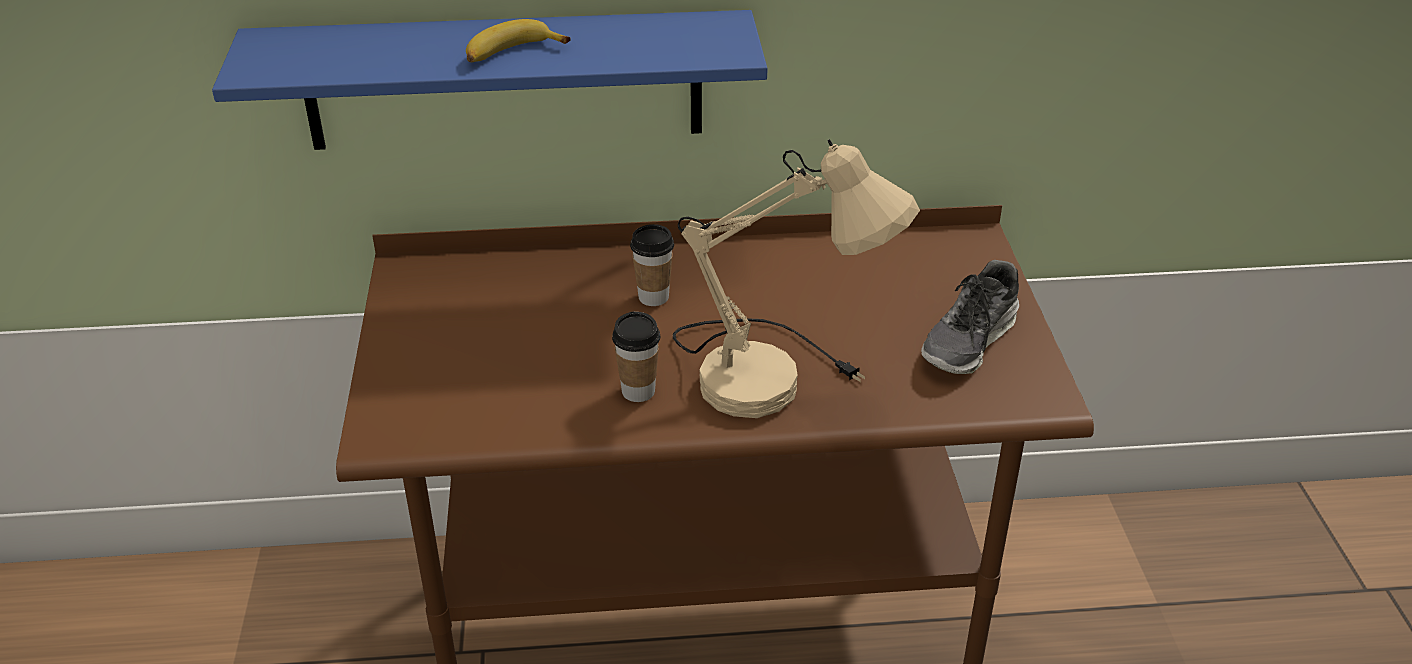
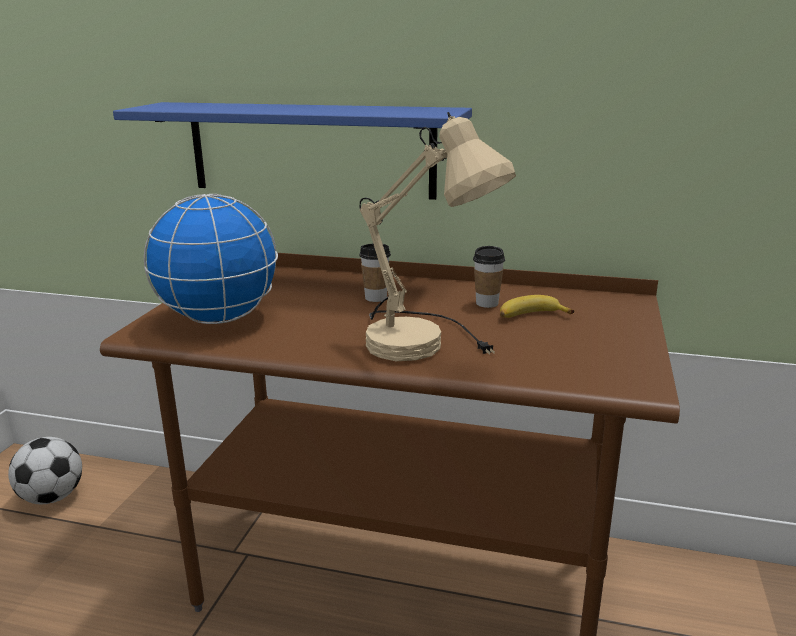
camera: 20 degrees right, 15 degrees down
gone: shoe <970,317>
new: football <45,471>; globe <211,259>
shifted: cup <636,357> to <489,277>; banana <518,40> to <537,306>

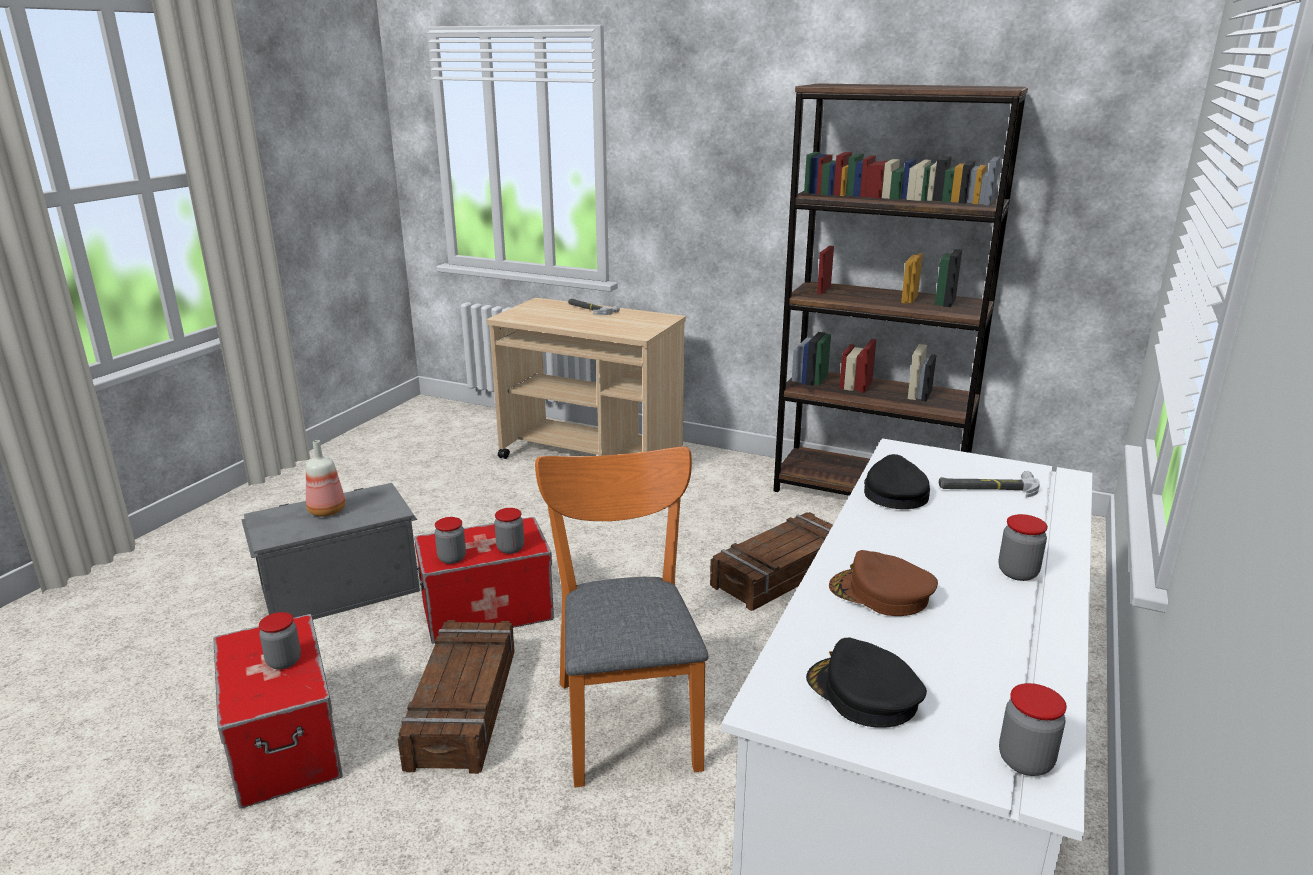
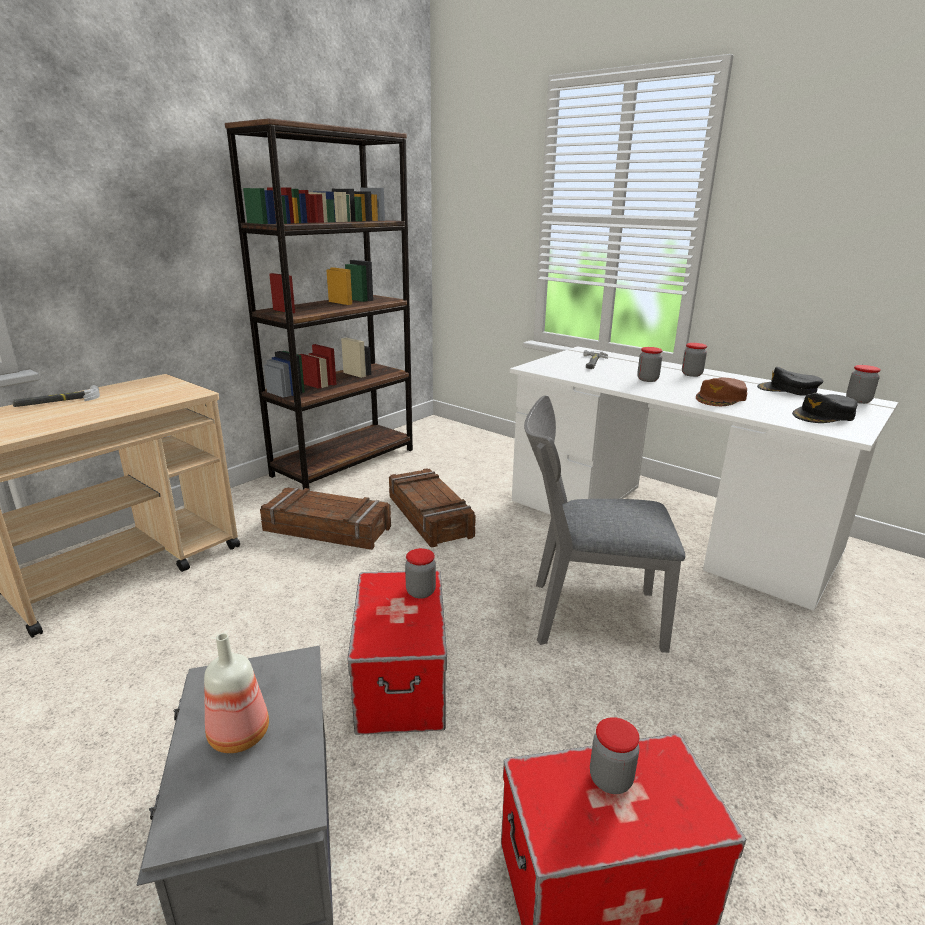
camera: 75 degrees left, 0 degrees up
shifted: crate <456,697> to <325,519>; jar <450,540> to <650,364>; cap/black <897,481> to <790,381>
repainted: chair/orange <621,617> to chair/grey <604,524>

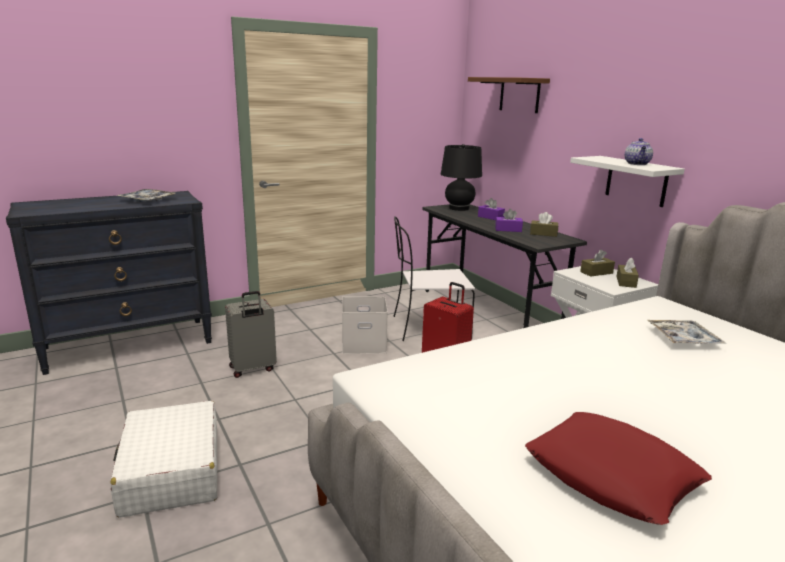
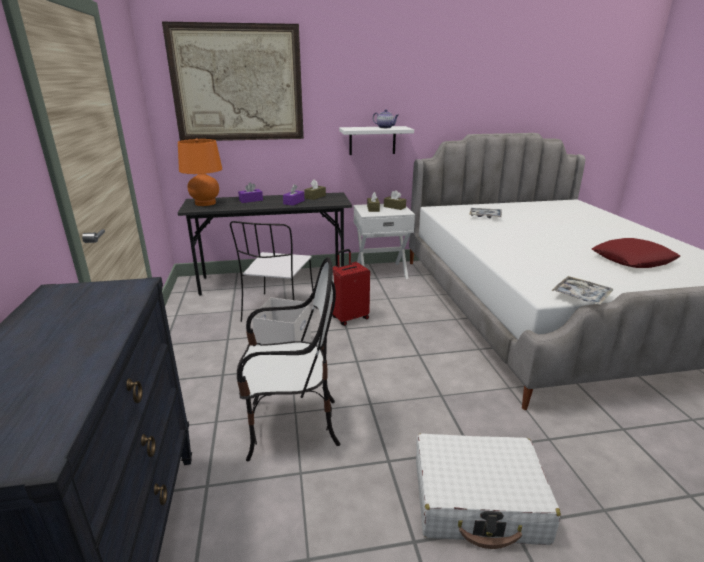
camera: 70 degrees left, 5 degrees up
shifted: tray <146,195> to <582,290>
swapped: shelf/brown <509,95> to picture <233,81>; suitcase/grey <251,334> to chair <289,359>
repainted: table lamp/black <461,177> to table lamp/orange <200,172>

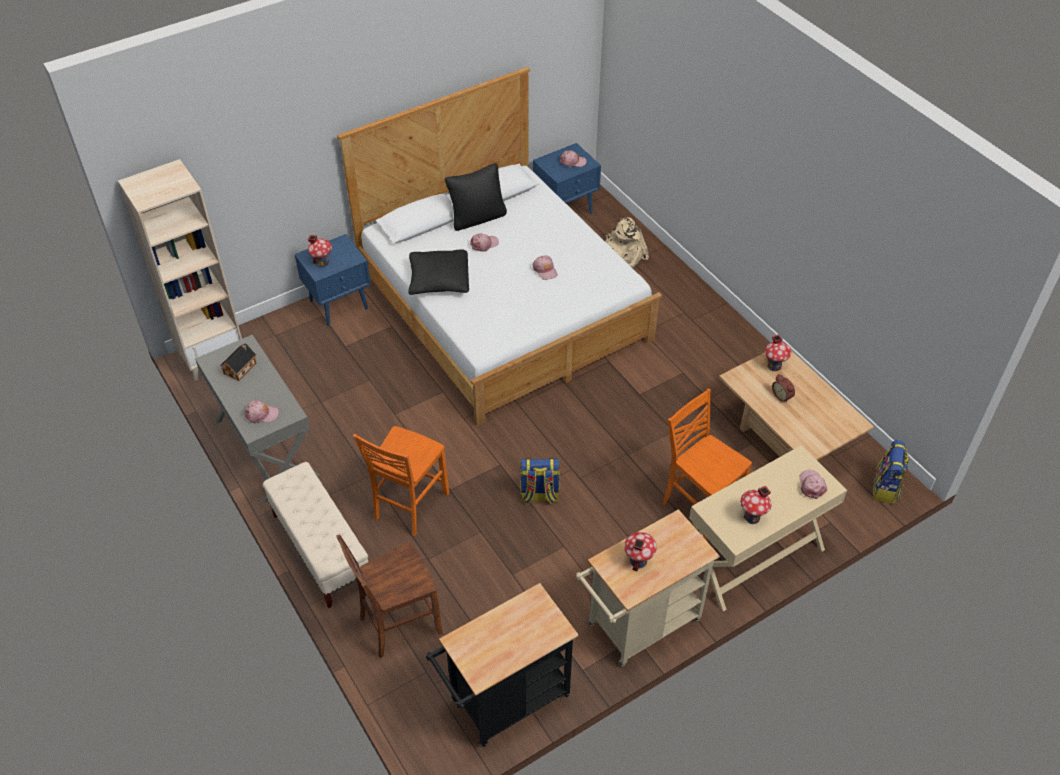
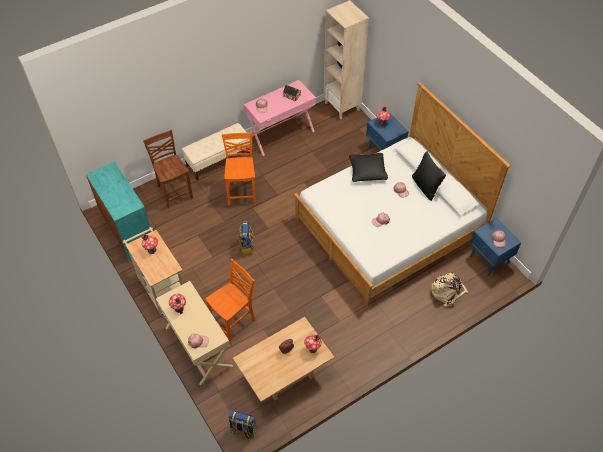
camera: 90 degrees right, 5 degrees up
swapped: cart/black <502,665> to dresser/turquoise <118,211>
repainted: desk/grey <257,418> to desk/pink <280,118>
rotated: chair/orange <401,481> = <239,168> 60 degrees clockwise

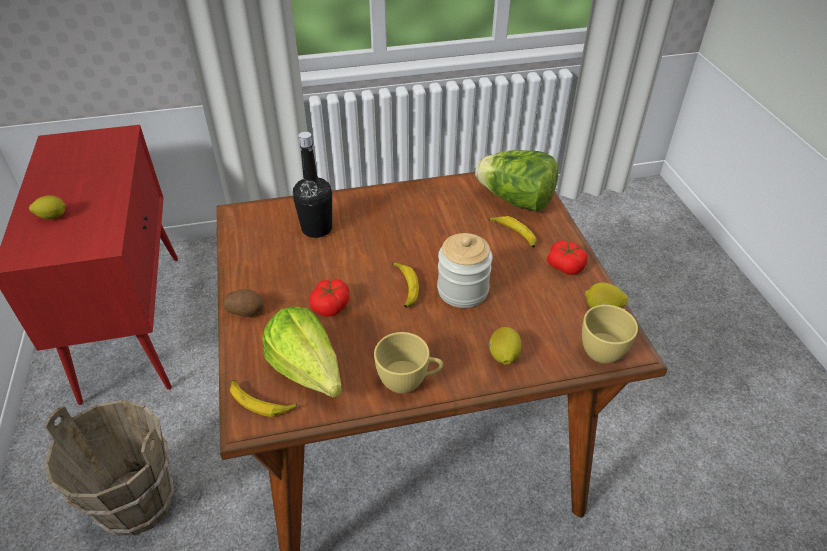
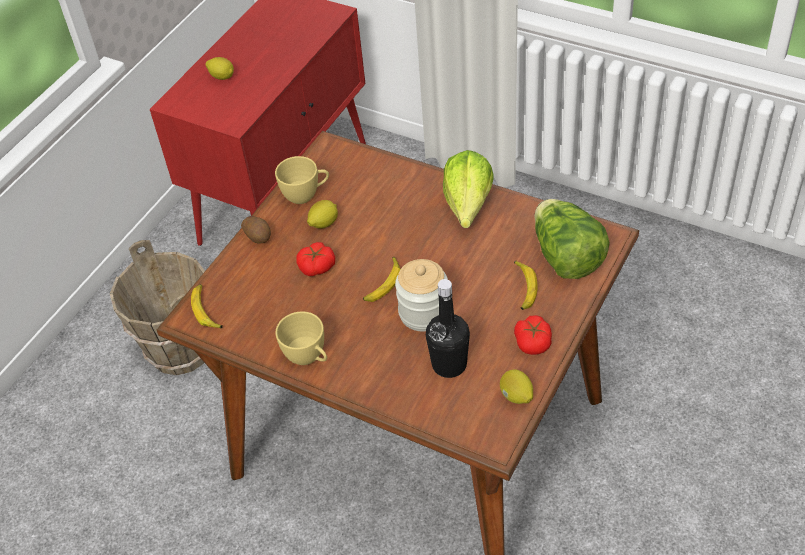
camera: 45 degrees right, 5 degrees up
shifted: cup/yellow <610,334> to <302,180>; lemon <505,346> to <322,214>; bottle/black <312,185> to <448,328>; lettuce <302,352> to <468,189>

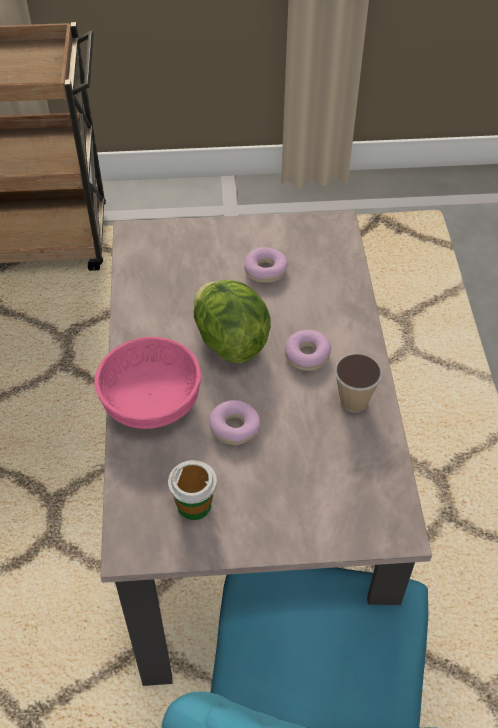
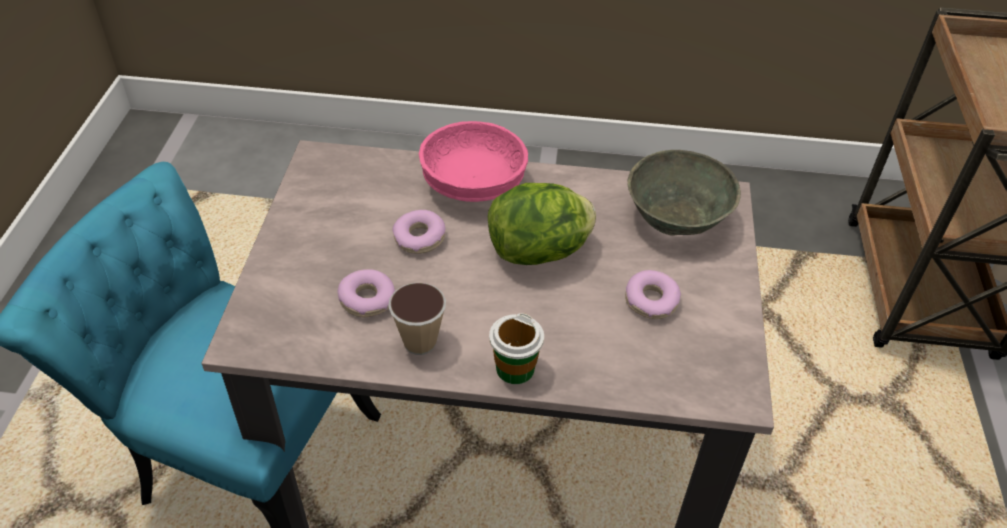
camera: 100 degrees right, 5 degrees down
new: bowl/grey <684,193>
shifted: donut <308,350> to <366,293>; cup <192,490> to <516,348>

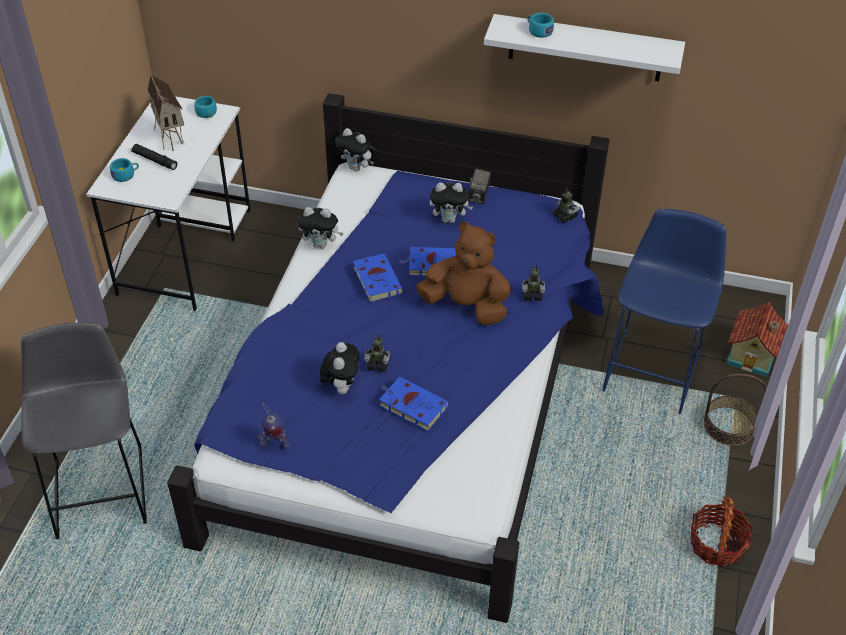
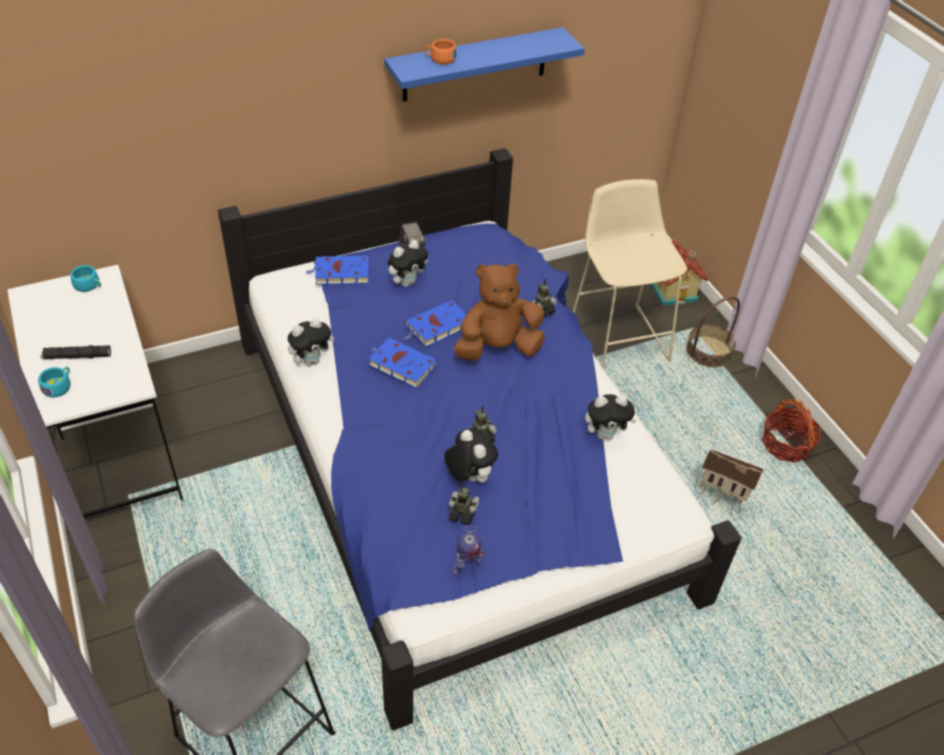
camera: 40 degrees left, 0 degrees up
shifted: book/blue <414,404> to <337,270>; toy robot <566,205> to <464,505>; plush toy <355,149> to <611,417>; toy house <166,112> to <730,482>
repainted: shelf/white <584,47> to shelf/blue <484,64>; cup/turquoise <541,25> to cup/orange <440,51>; stool/blue <664,311> to stool/beige <630,274>

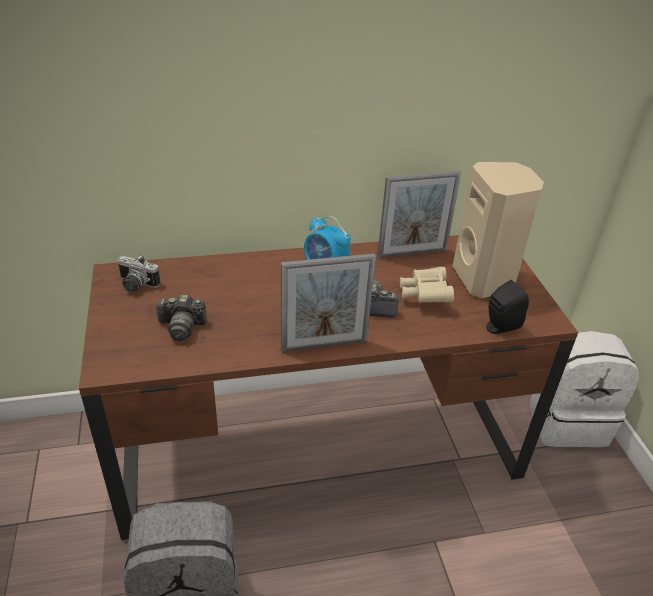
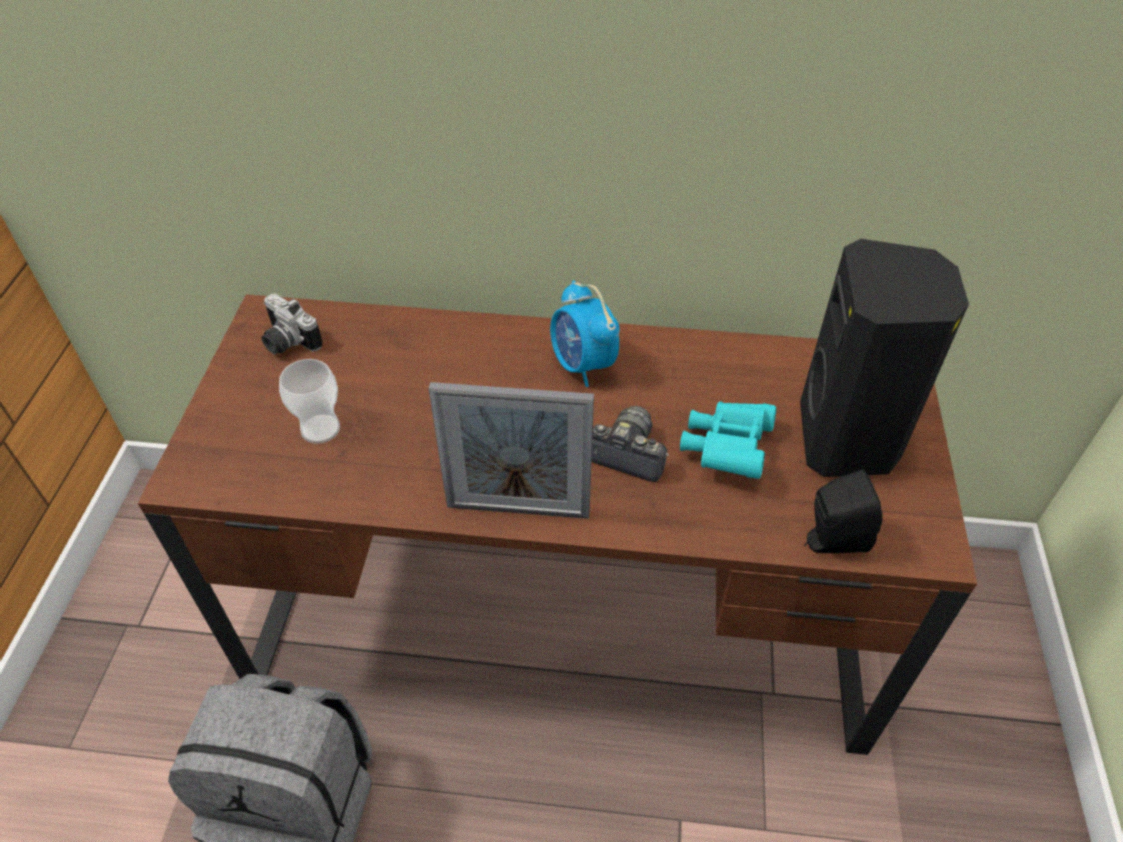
camera: 20 degrees right, 10 degrees up
gone: picture frame <419,214>; backpack/white <584,389>
swapped: photo camera <181,318> to cup <309,401>
repainted: binoculars/beige <427,285> to binoculars/turquoise <728,440>; speaker/beige <498,230> to speaker/black <884,358>

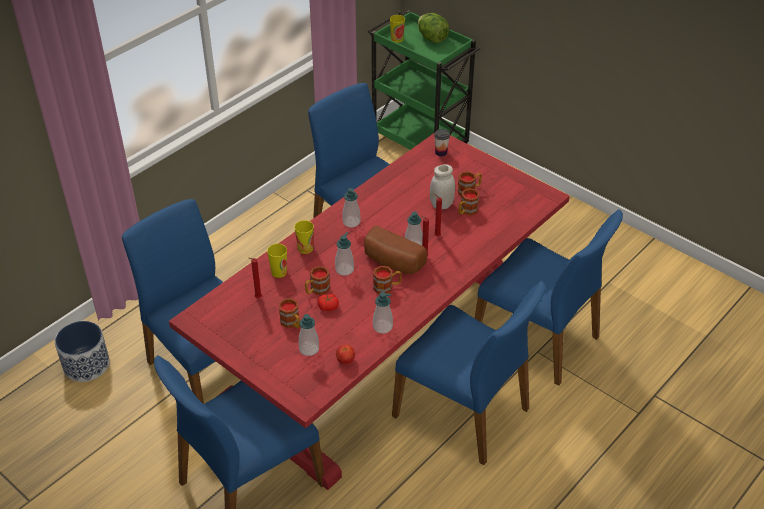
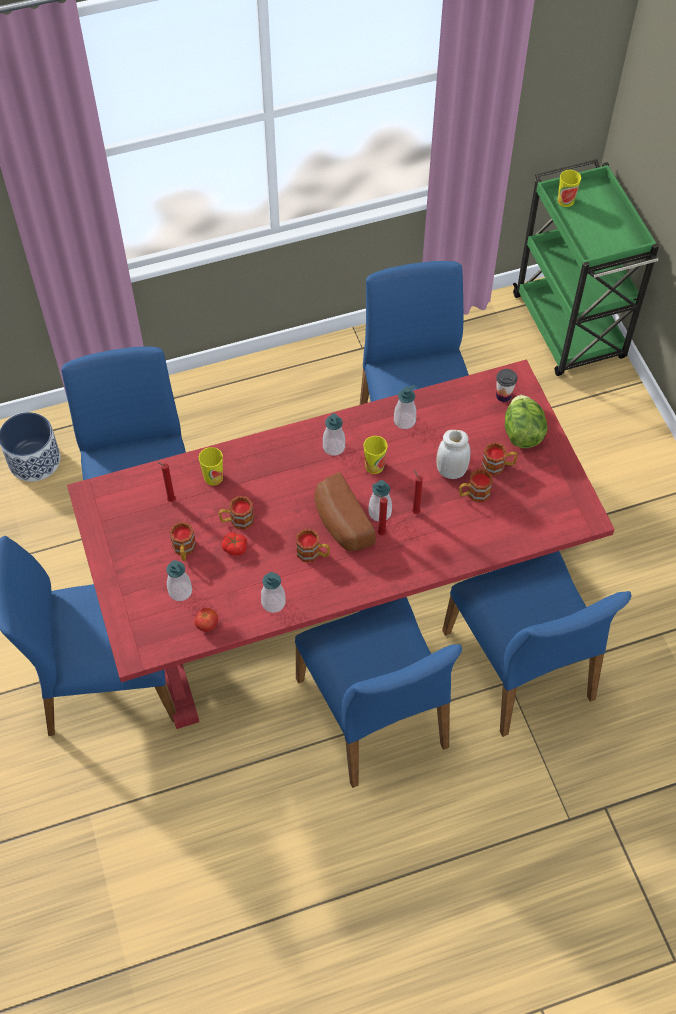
camera: 30 degrees right, 15 degrees up
shifted: cup <304,237> to <375,455>; soap dispenser <344,254> to <405,407>; lettuce <433,28> to <526,421>

